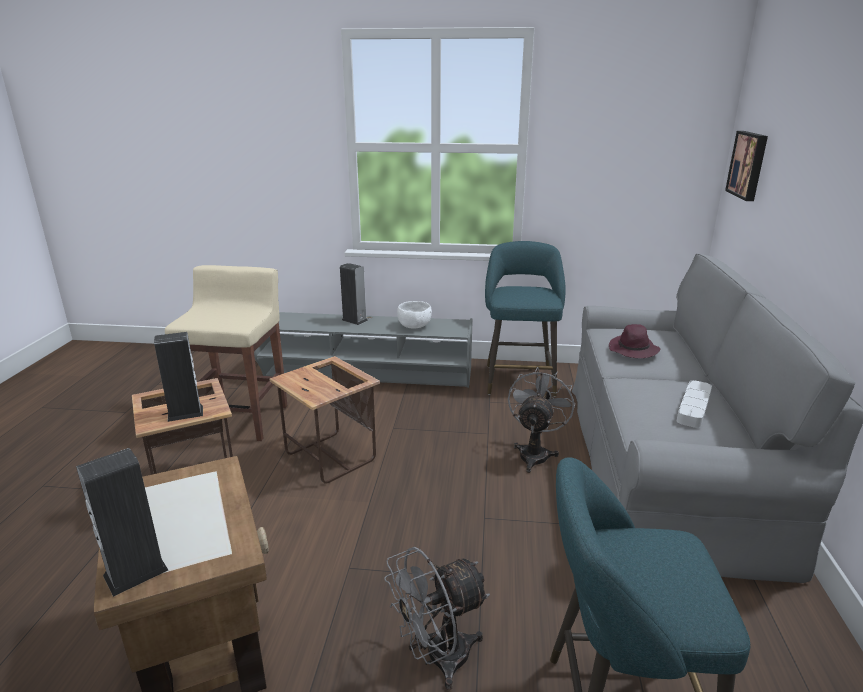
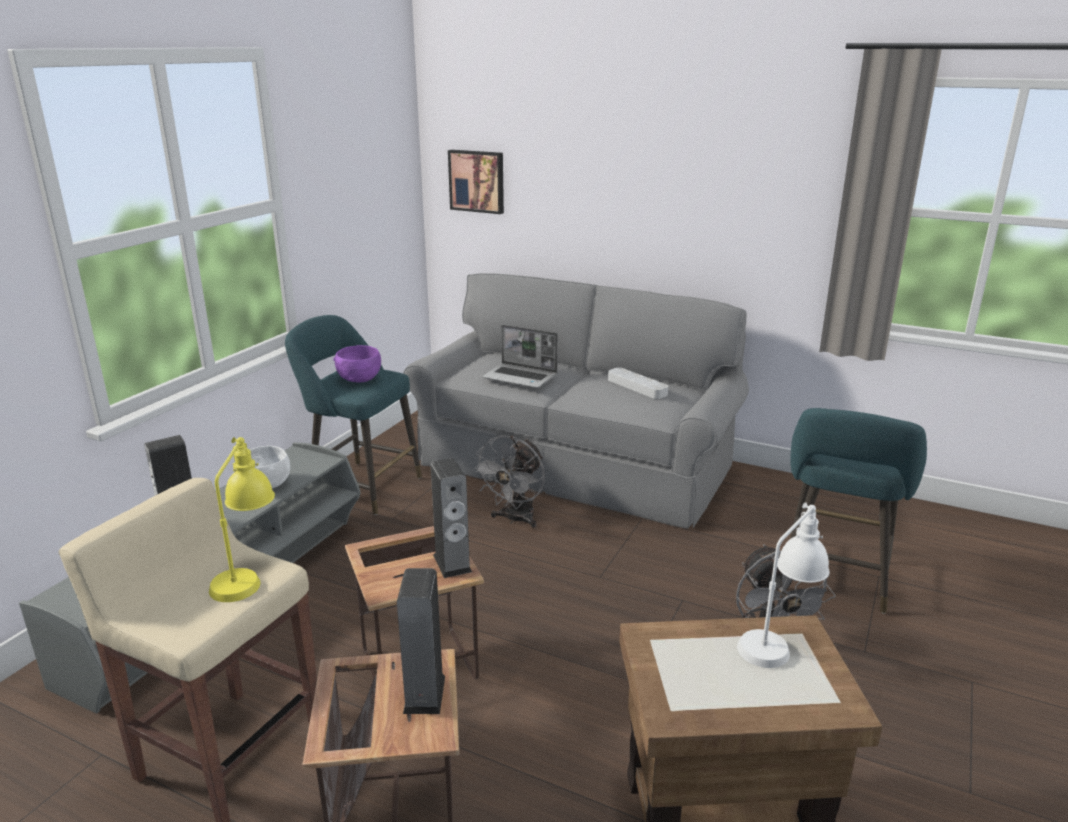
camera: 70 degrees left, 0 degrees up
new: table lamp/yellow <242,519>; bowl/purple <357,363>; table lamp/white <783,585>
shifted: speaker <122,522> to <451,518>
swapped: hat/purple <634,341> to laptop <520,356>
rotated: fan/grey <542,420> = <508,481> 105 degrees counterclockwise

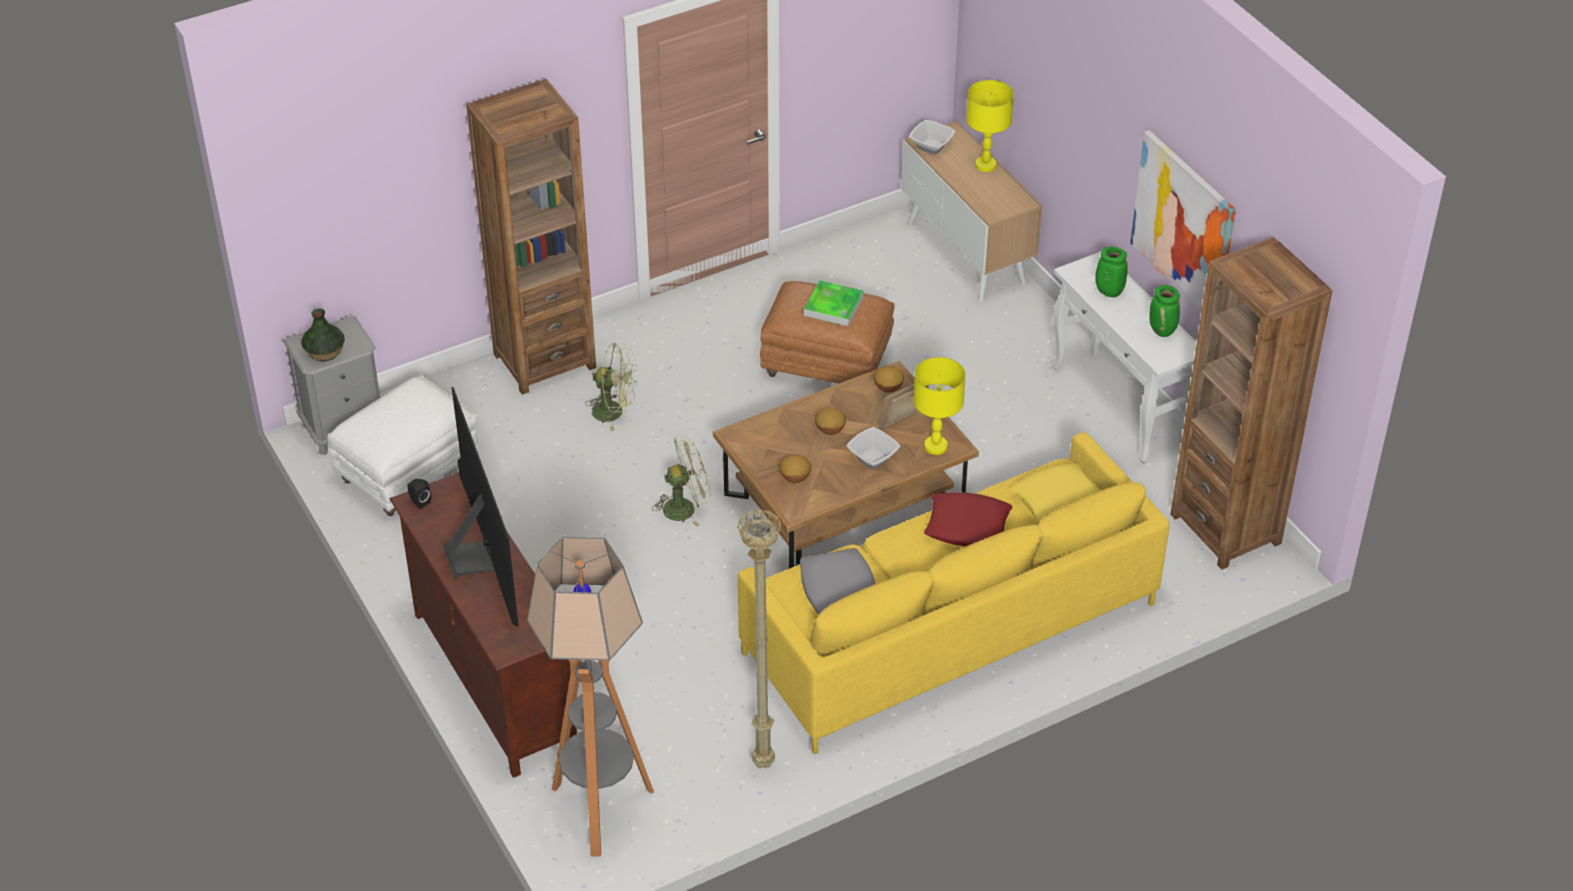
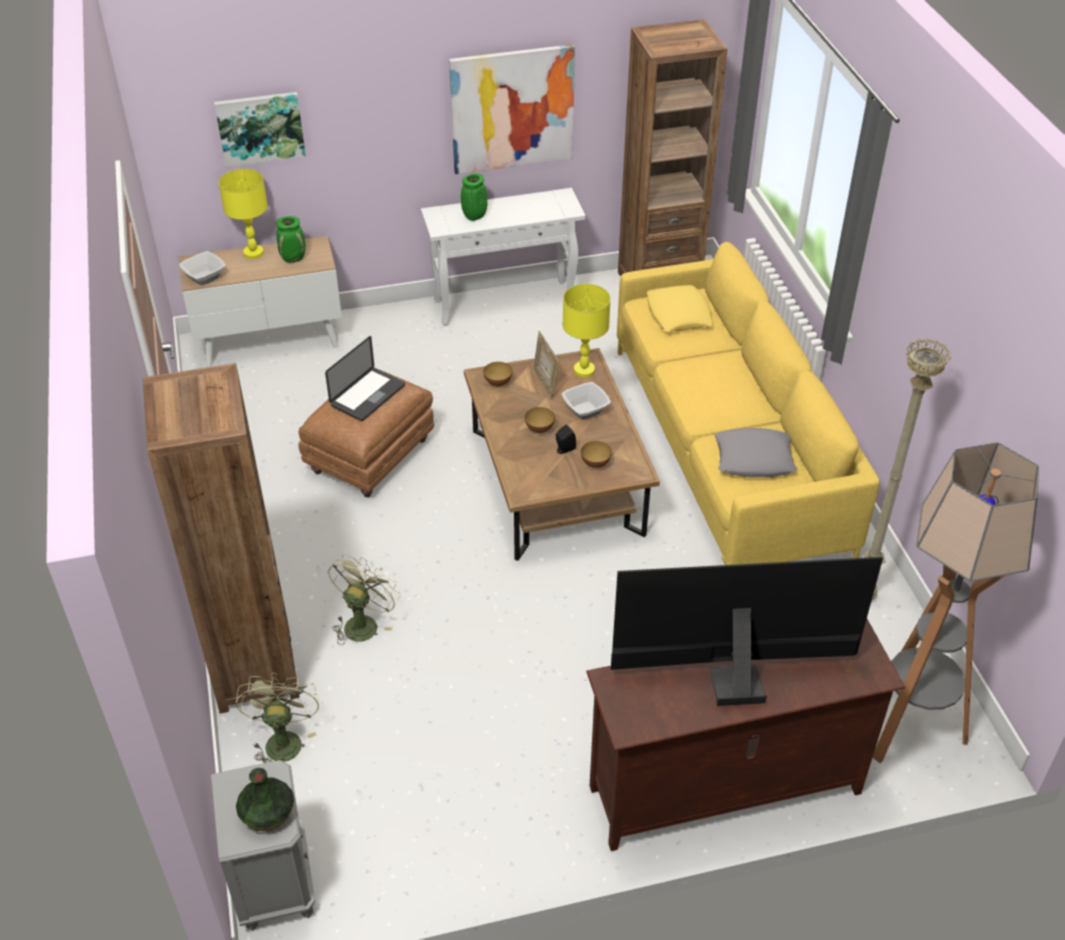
camera: 75 degrees left, 0 degrees up
gone: ottoman/white <403,446>; pillow/red <968,519>
new: picture <260,129>
shifted: fan/green <681,481> to <277,718>; vase/green <1164,311> to <291,239>; speaker/black <419,494> to <566,439>
swapped: tray <834,303> to laptop <365,378>

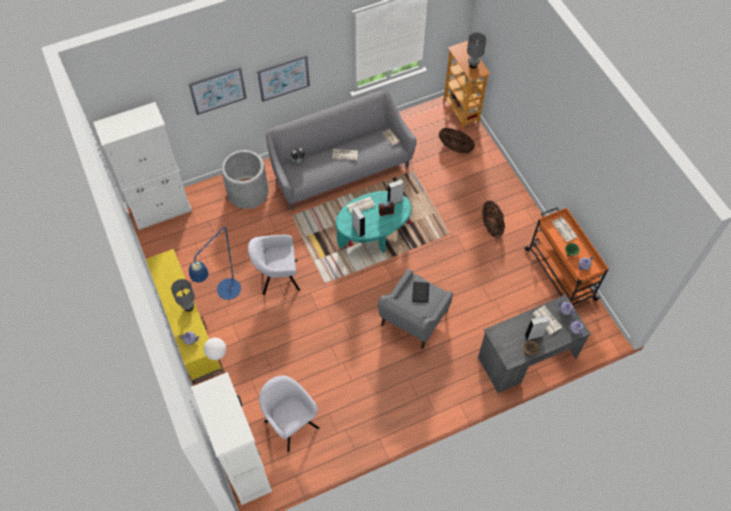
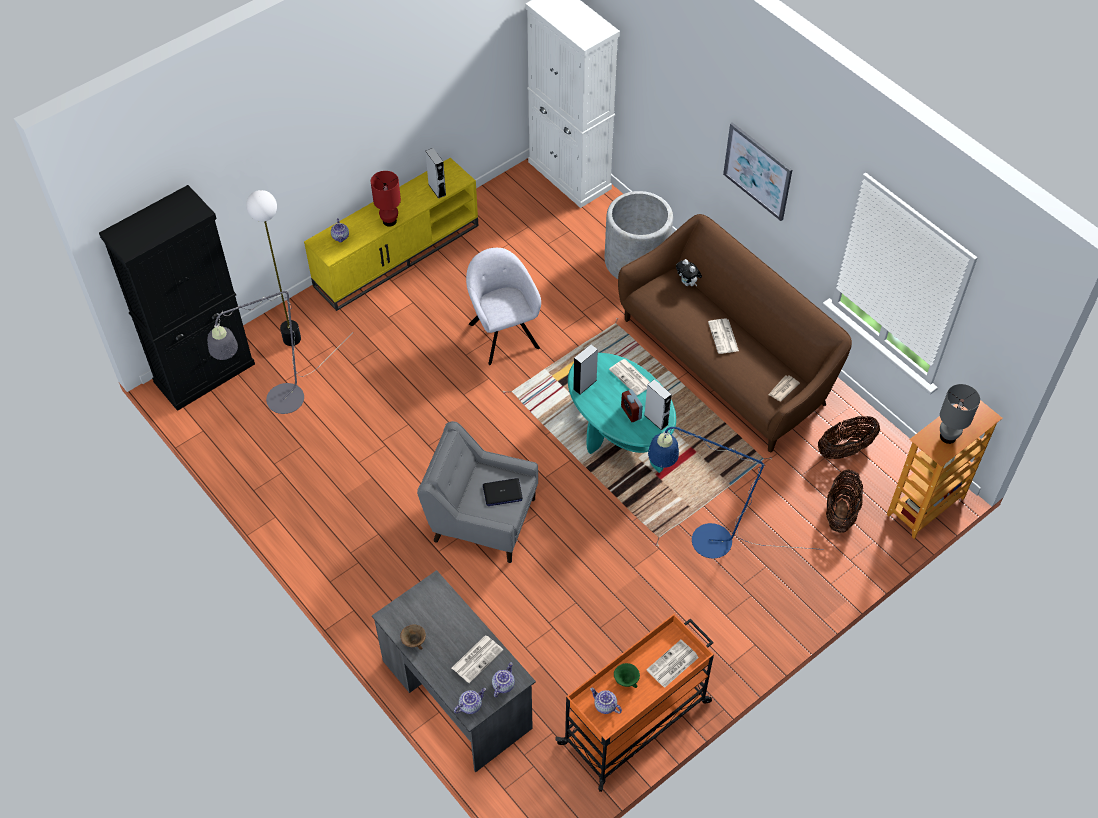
camera: 75 degrees right, 5 degrees down
gone: picture <217,90>
shifted: speaker/grey <537,328> to <435,173>; floor lamp/blue <218,263> to <736,493>; basket <493,219> to <849,437>
swapped: armchair/grey <289,413> to floor lamp/grey <262,352>
repainted: cabinet/white <231,438> to cabinet/black <177,298>; table lamp/grey <183,295> to table lamp/red <386,199>; sofa/grey <341,150> to sofa/brown <735,333>

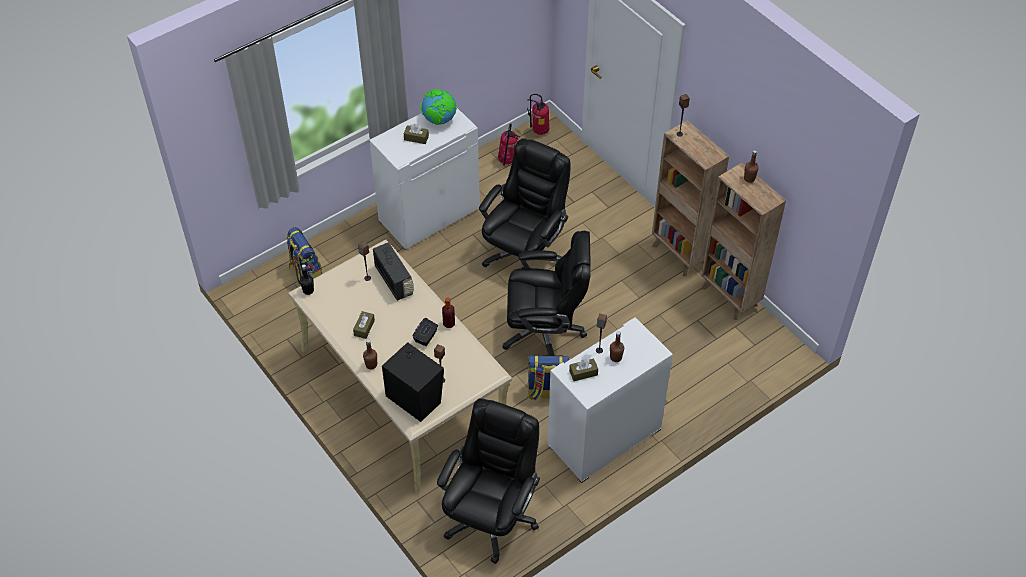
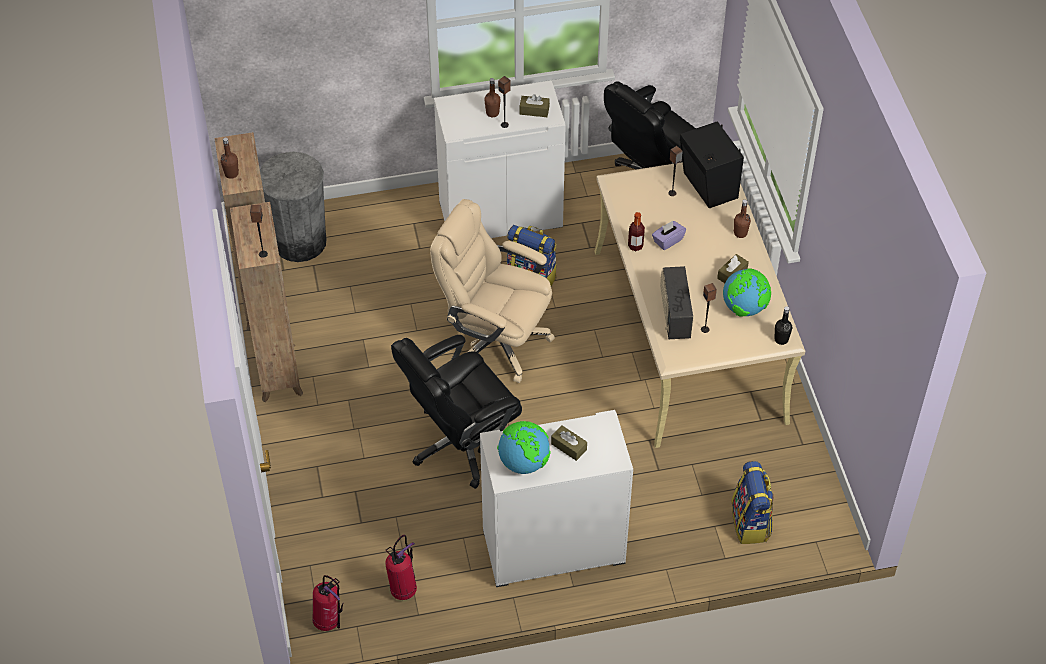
camera: 155 degrees left, 0 degrees up
new: trash can/grey <293,207>; globe <747,292>
repainted: office chair/black <546,293> to office chair/beige <492,291>; tissue box/black <425,332> to tissue box/purple <669,235>

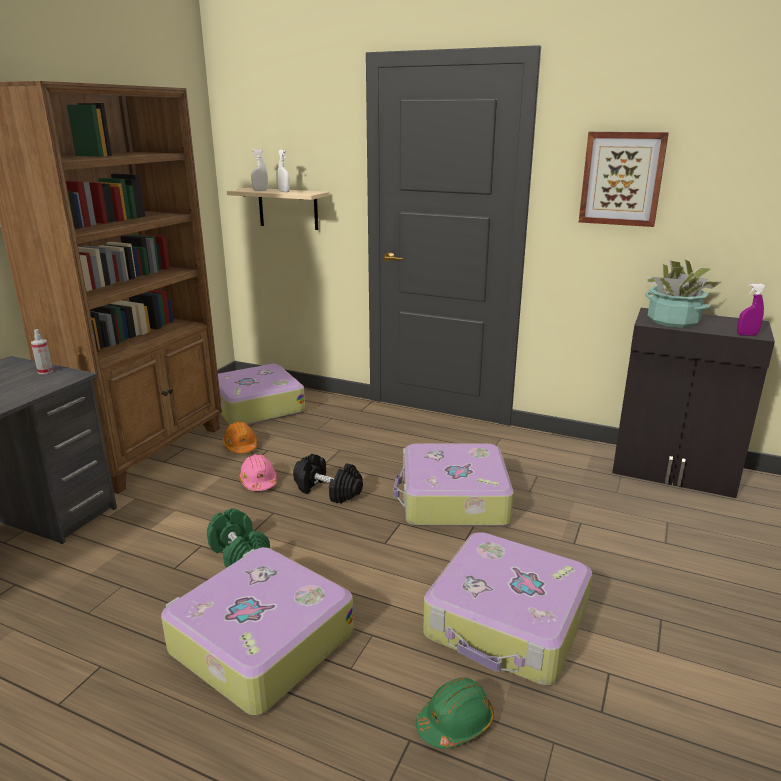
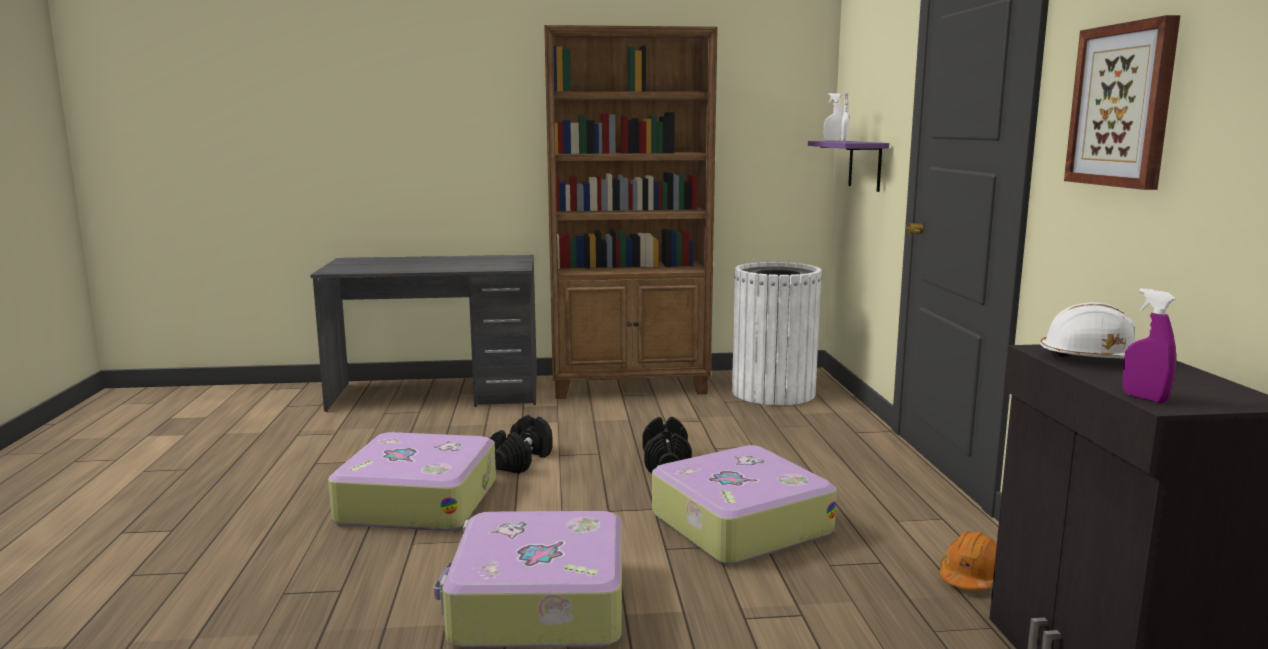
camera: 60 degrees right, 10 degrees down
gone: spray bottle <42,351>; hard hat/pink <258,472>; hard hat/green <455,713>
shifted: hard hat/orange <240,437> to <968,561>
swapped: suitcase <261,394> to trash can/white <777,334>; potted plant <683,294> to hard hat/white <1087,330>
repainted: dumbbell/green <238,538> to dumbbell/black <521,444>; shelf/beige <278,209> to shelf/purple <848,166>

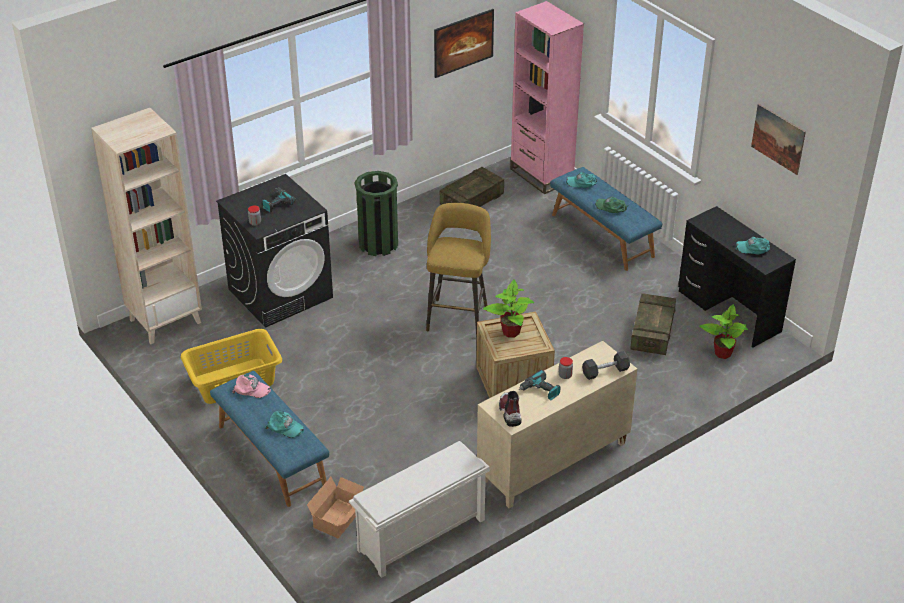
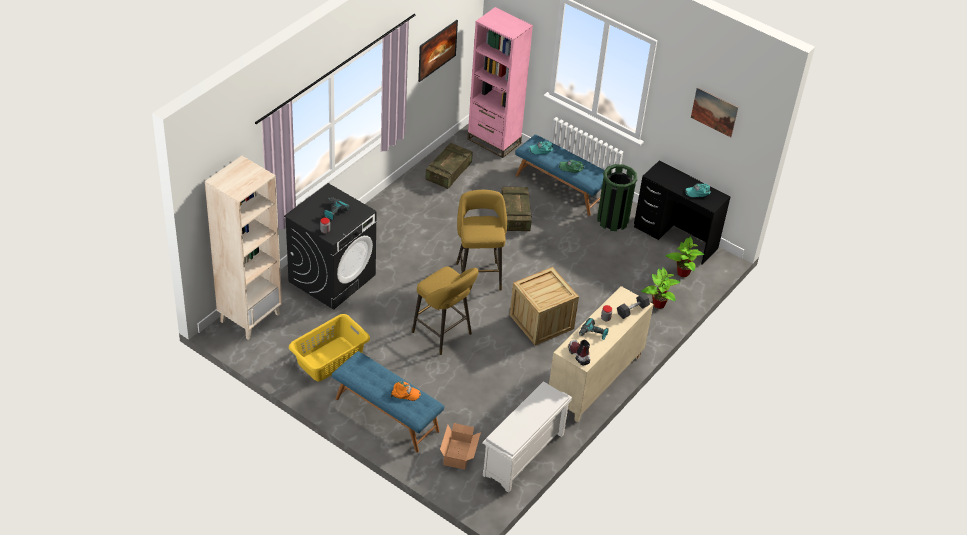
camera: 20 degrees left, 5 degrees up
gone: cap/pink <251,386>
new: stool/yellow <445,311>
shifted: crate <653,324> to <516,209>; trash can/green <376,213> to <617,197>; potted plant <508,308> to <661,288>
repainted: cap/turquoise <284,424> to cap/orange <406,391>

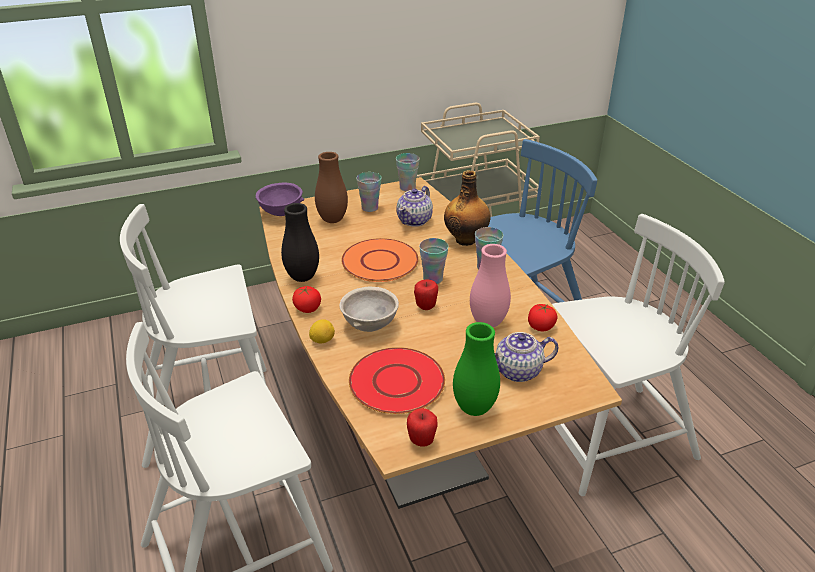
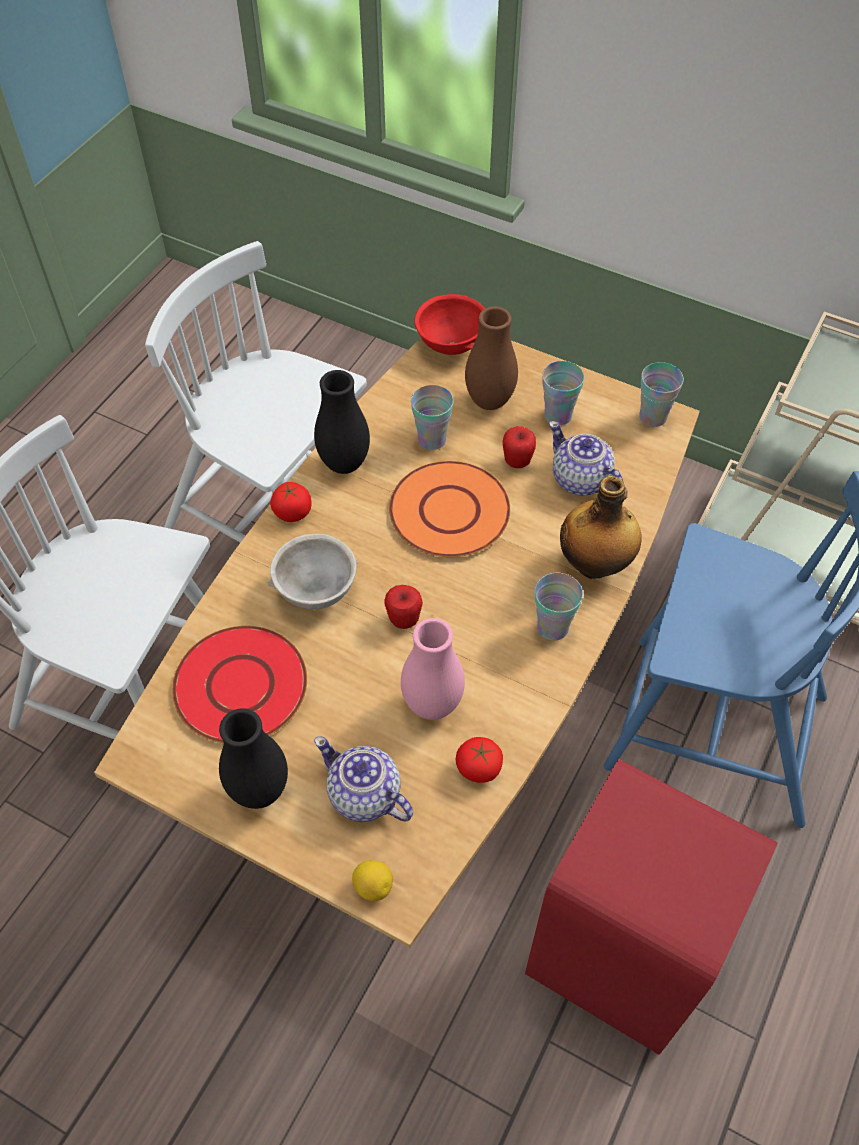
camera: 50 degrees right, 20 degrees up
shifted: lemon <322,331> to <372,880>; cup <434,261> to <432,417>; apple <422,427> to <519,447>
swapped: chair/white <638,355> to trash can/red <651,907>
repainted: vase/green <476,369> to vase/black <253,758>; bowl/purple <279,199> to bowl/red <449,324>
rotated: teapot <414,206> = <586,458> 60 degrees clockwise

